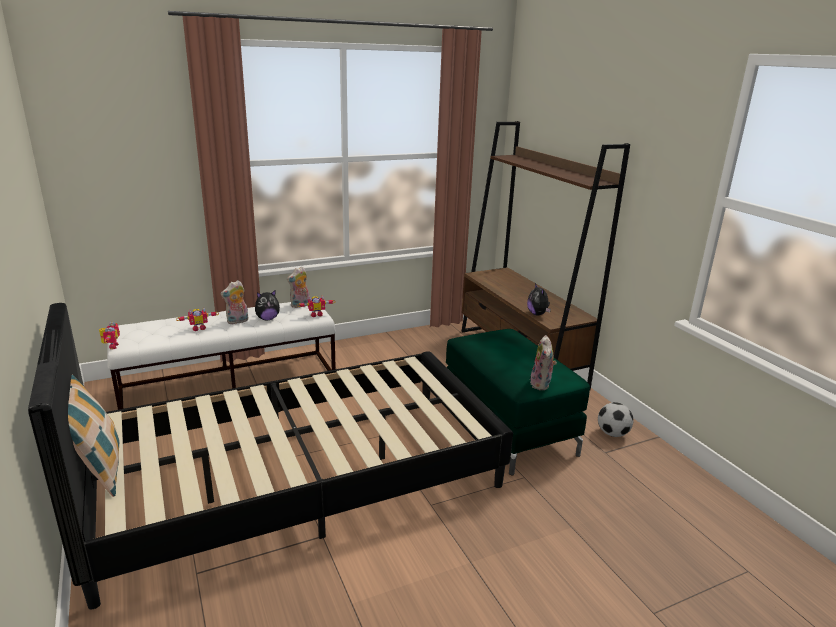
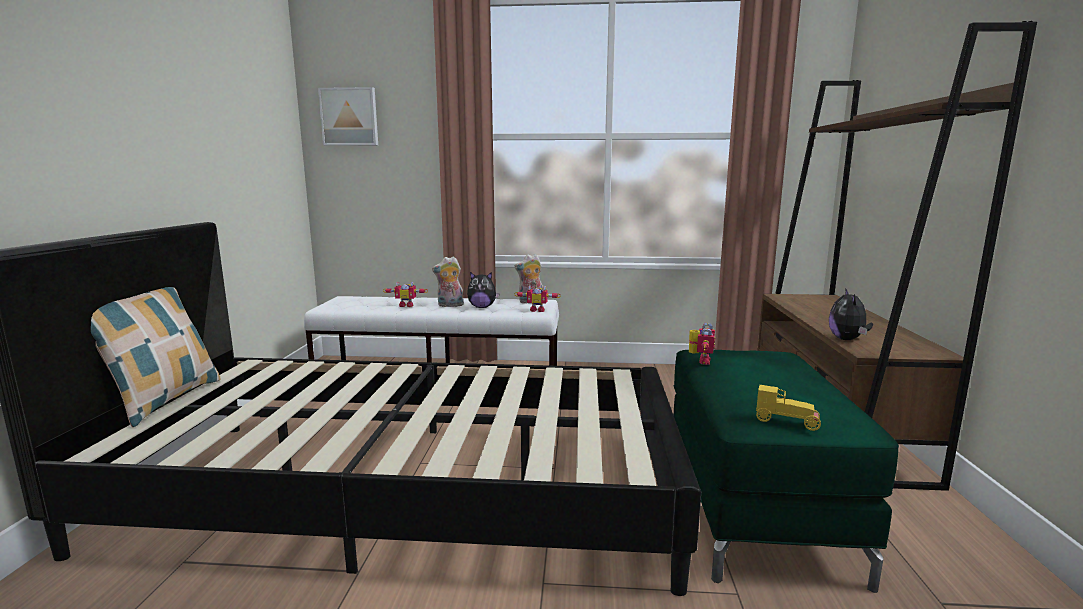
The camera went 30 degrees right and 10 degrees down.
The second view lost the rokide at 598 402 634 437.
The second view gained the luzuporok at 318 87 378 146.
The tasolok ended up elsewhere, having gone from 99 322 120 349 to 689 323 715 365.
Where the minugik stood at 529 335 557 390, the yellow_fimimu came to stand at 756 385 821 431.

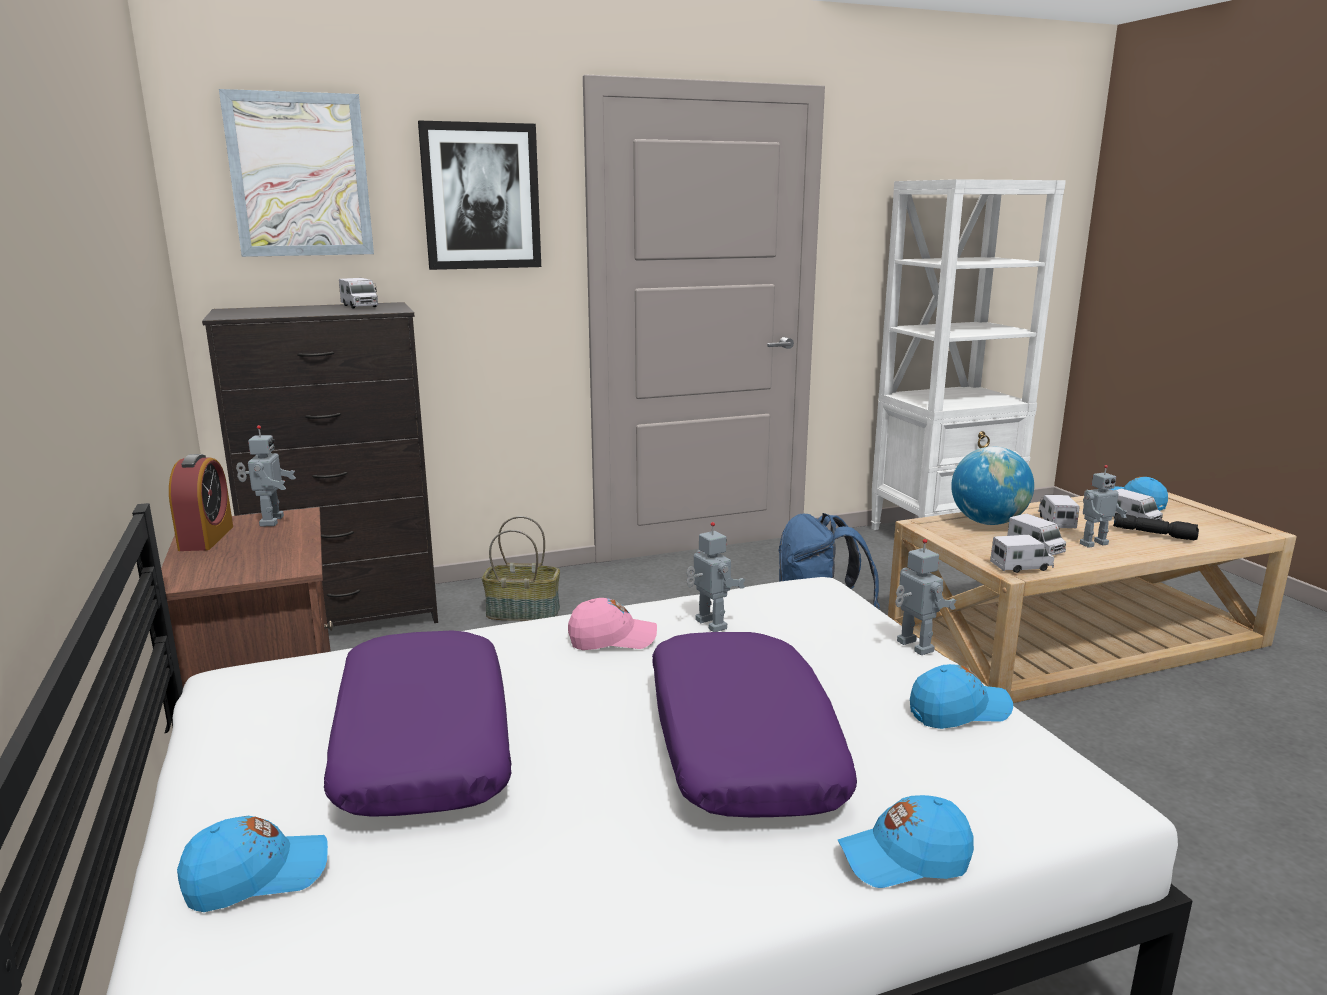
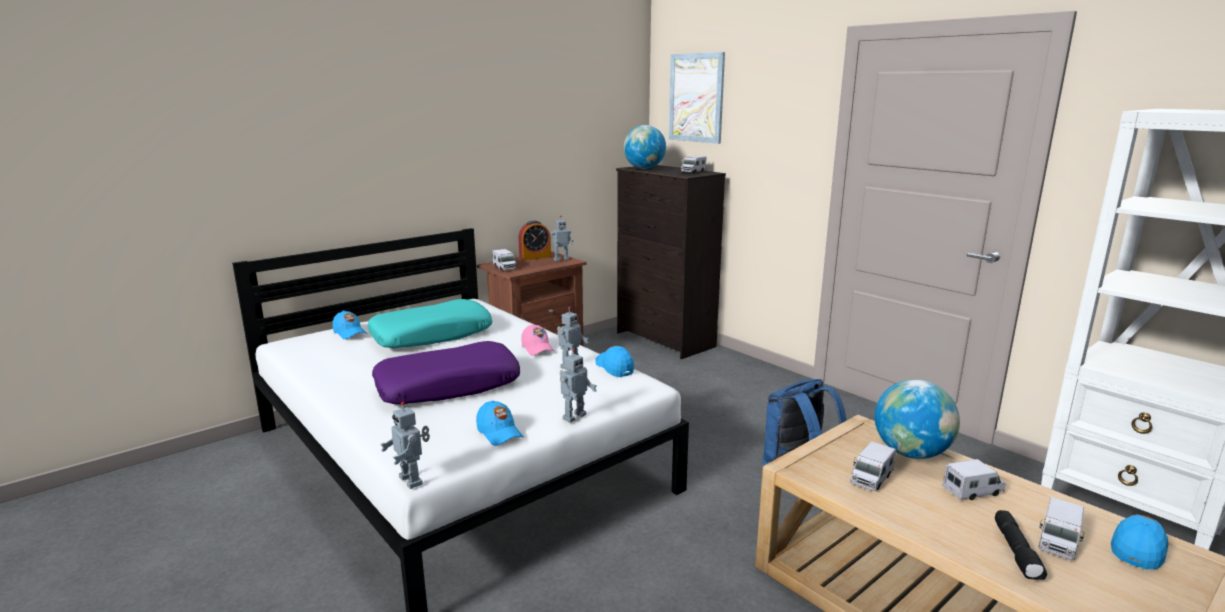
The camera went 70 degrees right and 0 degrees up.
The second view lost the luzuporok at 418 120 541 270.
The second view lost the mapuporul at 482 516 560 621.
The second view gained the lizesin at 624 125 666 169.
The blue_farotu ended up elsewhere, having gone from 838 795 974 888 to 595 346 634 377.
The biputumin ended up elsewhere, having gone from 990 535 1054 573 to 492 249 517 271.
The tasolok ended up elsewhere, having gone from 1080 465 1127 548 to 380 402 430 489.
What was the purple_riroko at 324 631 512 817 turned into the turquoise_riroko at 368 299 492 348.

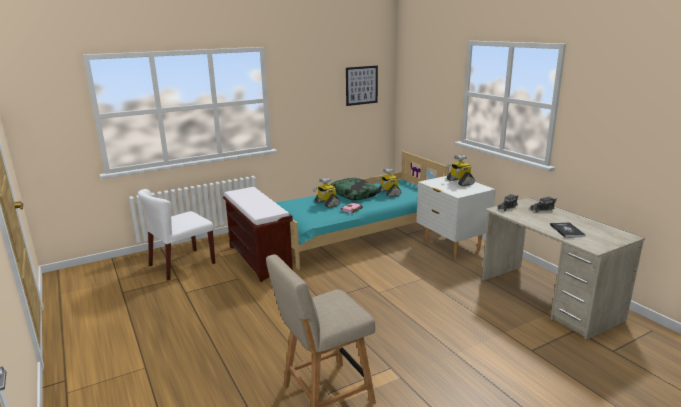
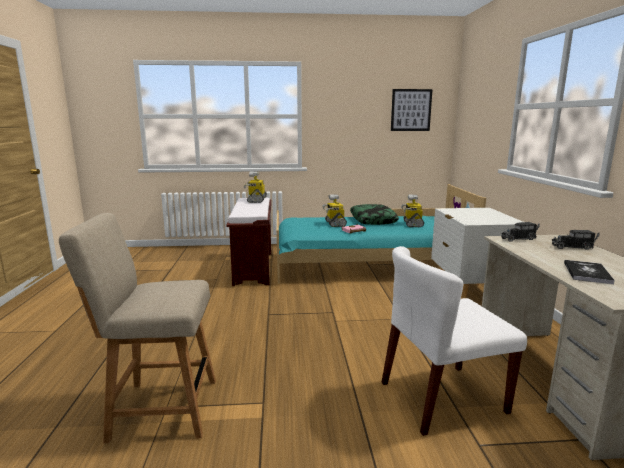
The camera went 25 degrees right and 5 degrees down.
The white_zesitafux ended up elsewhere, having gone from 138 189 215 280 to 381 246 527 436.
The tasolok ended up elsewhere, having gone from 446 154 475 186 to 244 171 267 203.

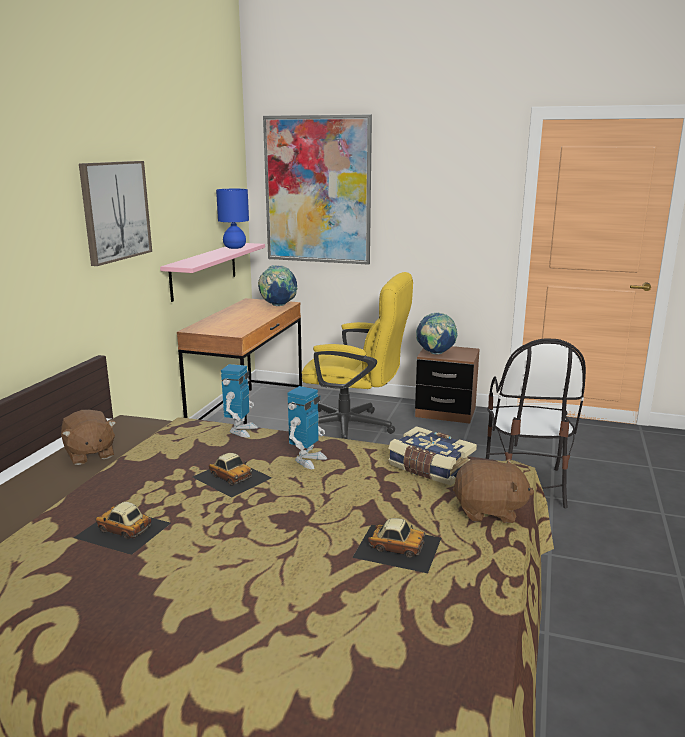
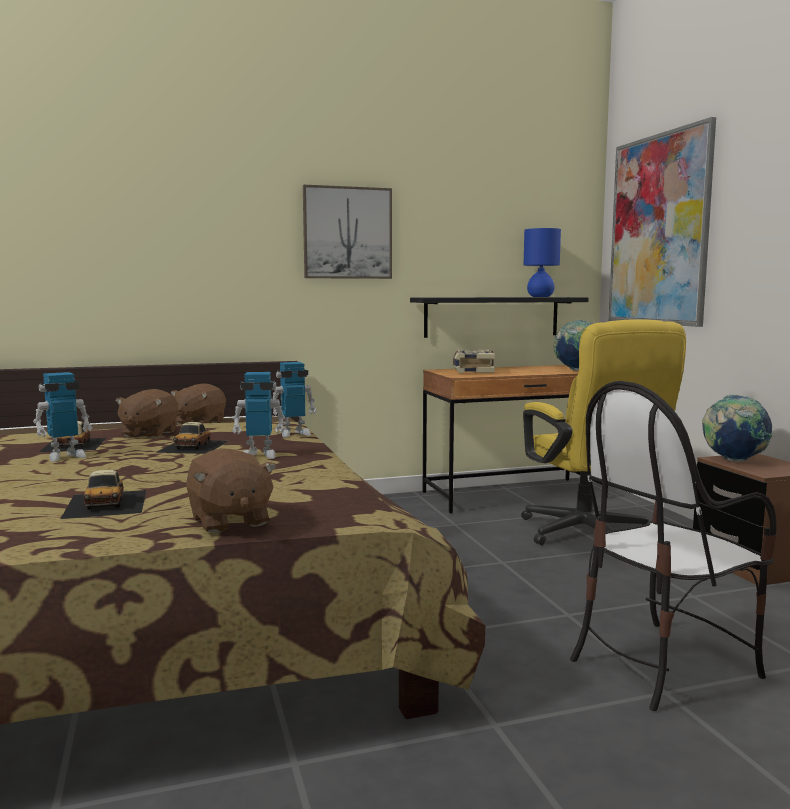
The camera went 55 degrees right and 10 degrees down.
The second view gained the tasolok at 33 372 92 462.
The second view gained the brown_minugik at 115 389 178 438.
The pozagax ended up elsewhere, having gone from 388 426 477 485 to 453 349 495 373.
What was the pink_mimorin at 160 243 265 302 turned into the black_mimorin at 410 297 589 338.

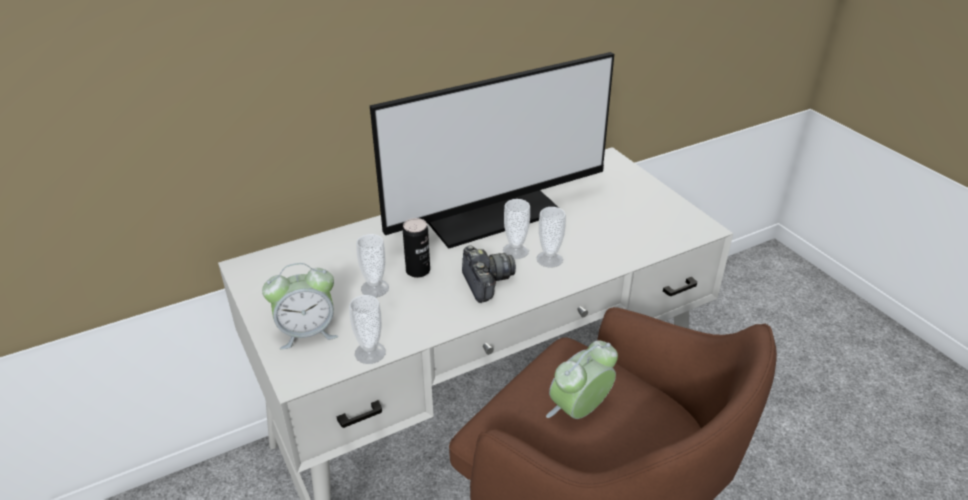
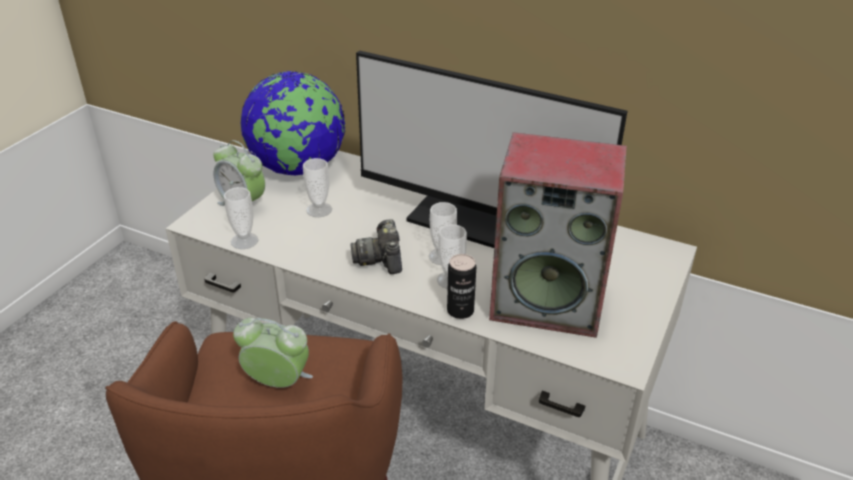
The camera went 55 degrees right and 0 degrees up.
The second view gained the lizesin at 241 71 345 175.
The second view gained the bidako at 489 132 627 338.
The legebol ended up elsewhere, having gone from 403 218 430 278 to 447 254 476 319.
The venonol at 462 245 516 303 ended up facing another way, 135 degrees clockwise from before.

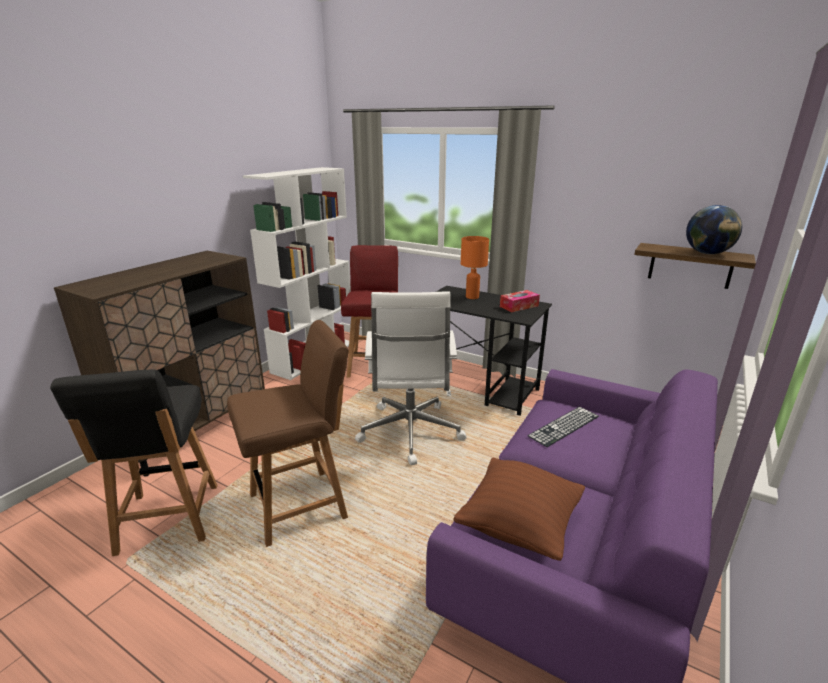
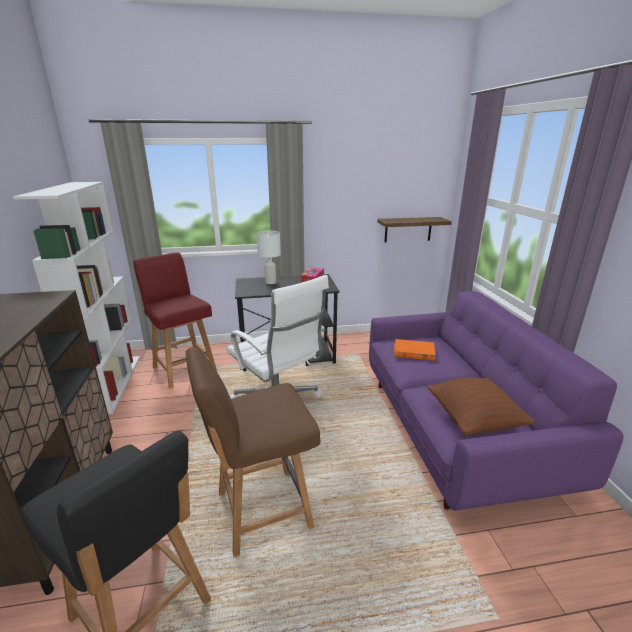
The camera went 40 degrees left and 0 degrees up.
The second view lost the lizesin at 686 205 742 254.
Where the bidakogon stood at 528 407 599 447, the orange_pozagax came to stand at 394 339 436 361.
What was the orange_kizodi at 461 236 489 299 turned into the white_kizodi at 256 231 281 284.
The brown_zesitafux at 227 320 349 547 ended up facing another way, 135 degrees counterclockwise from before.

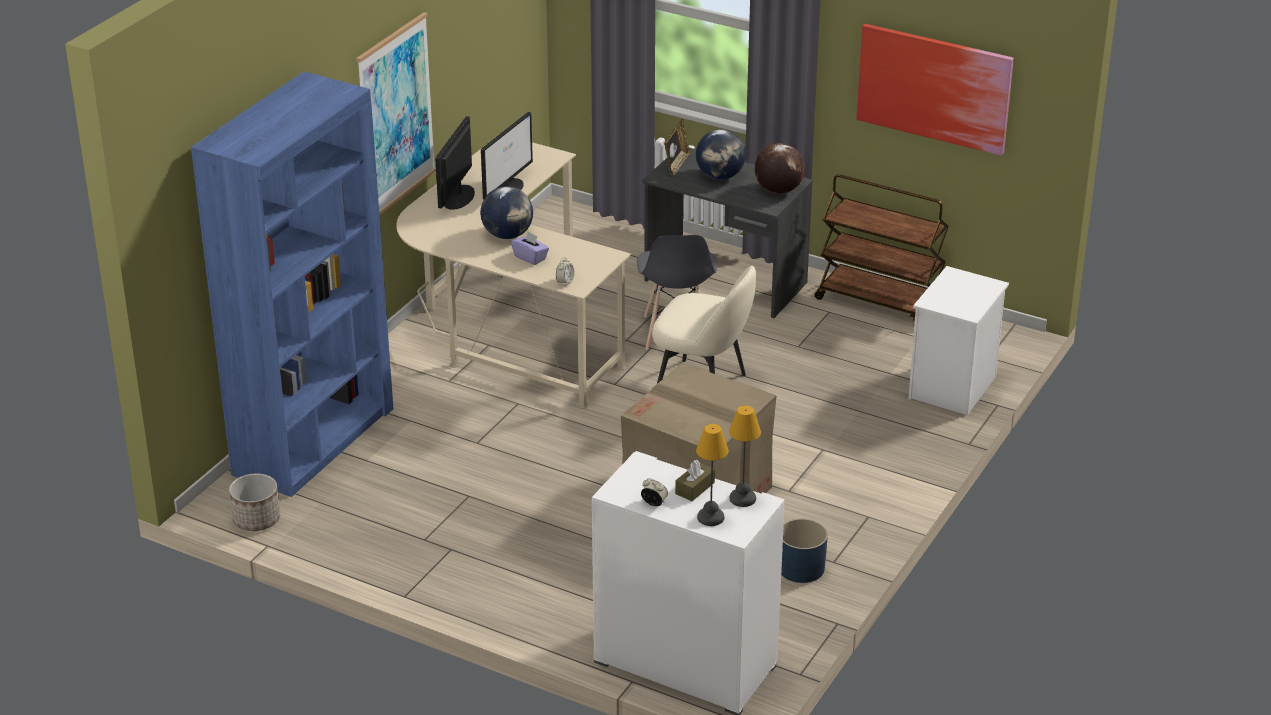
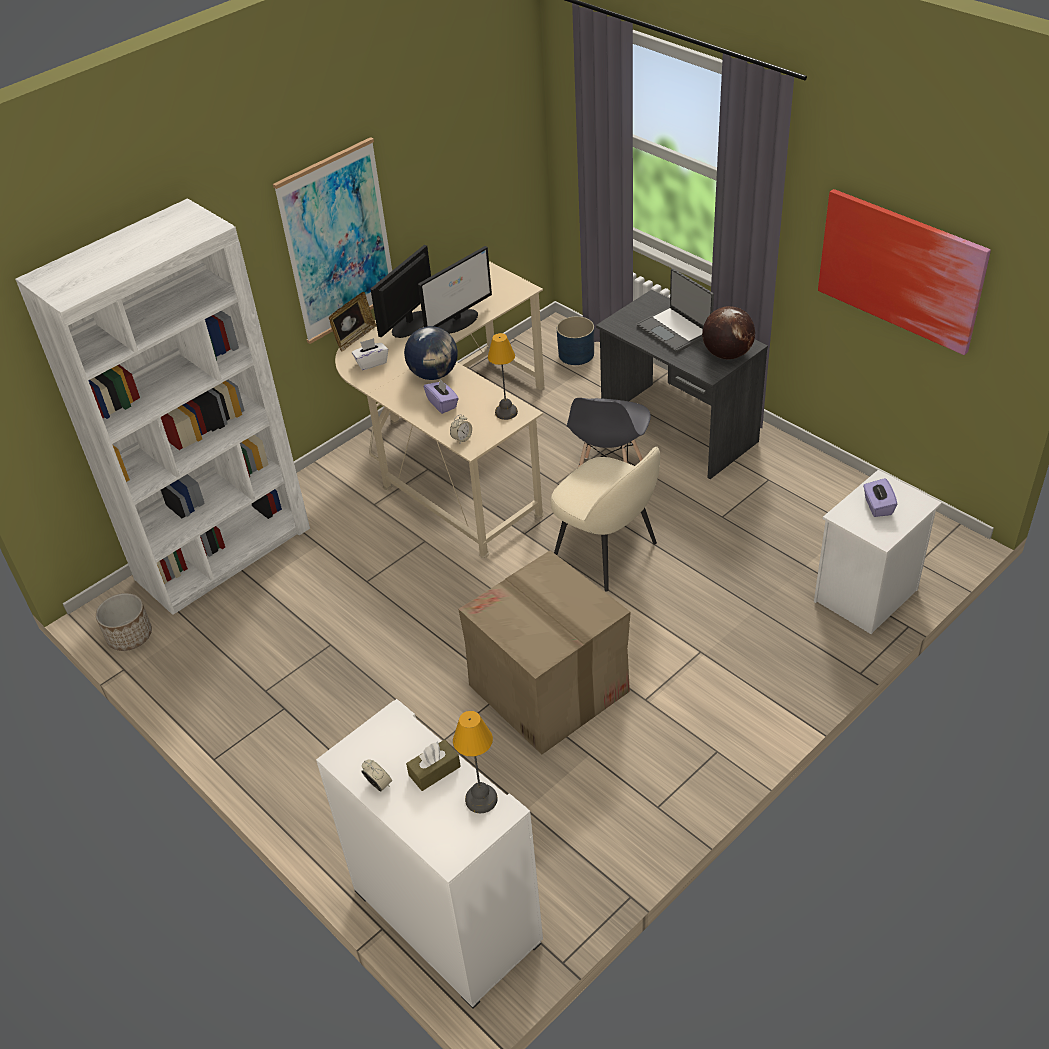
The camera went 20 degrees right and 10 degrees up.
The second view lost the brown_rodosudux at 815 174 949 321.
The second view gained the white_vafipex at 352 338 388 370.
The second view gained the purple_vafipex at 863 478 897 517.
The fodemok ended up elsewhere, having gone from 664 119 691 176 to 329 292 377 352.
The kizodi ended up elsewhere, having gone from 696 424 729 526 to 488 333 518 420.
The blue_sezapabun ended up elsewhere, having gone from 781 519 828 583 to 557 316 594 365.
Where the lizesin stood at 696 129 746 180, the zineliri came to stand at 637 268 714 353.
What was the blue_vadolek at 191 71 393 497 turned into the white_vadolek at 15 198 310 615.

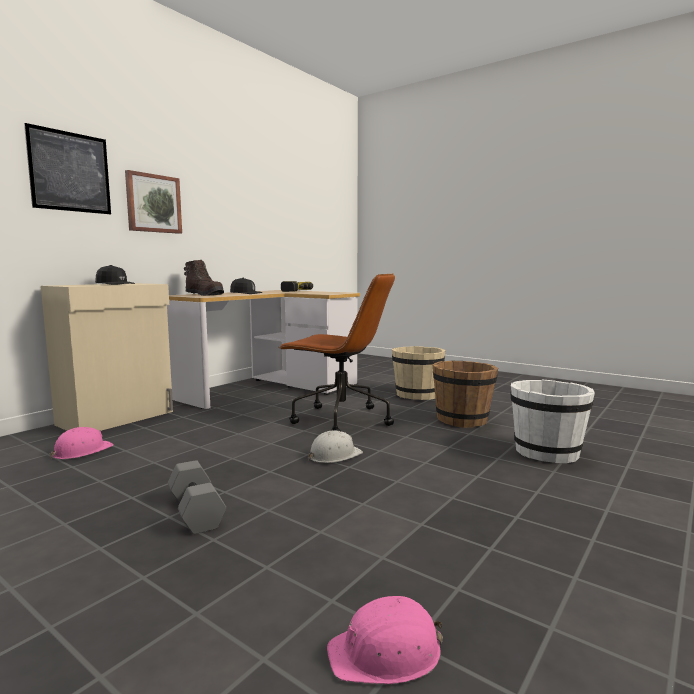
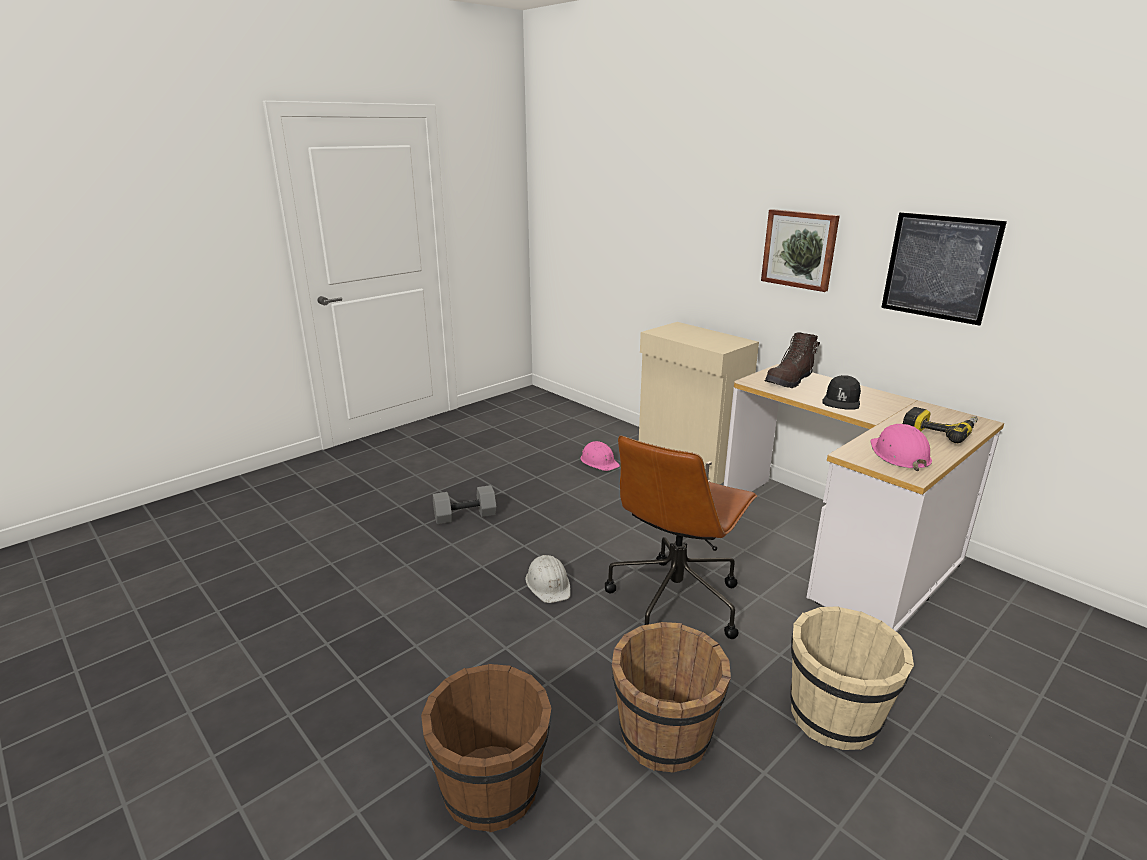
The camera went 100 degrees right and 15 degrees up.
The second view lost the black_farotu at 95 265 135 285.
The luzuporok ended up elsewhere, having gone from 24 123 111 214 to 881 212 1007 326.
The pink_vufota ended up elsewhere, having gone from 327 595 443 685 to 870 424 932 471.
What was the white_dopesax at 510 379 595 463 turned into the brown_dopesax at 421 664 551 832.

